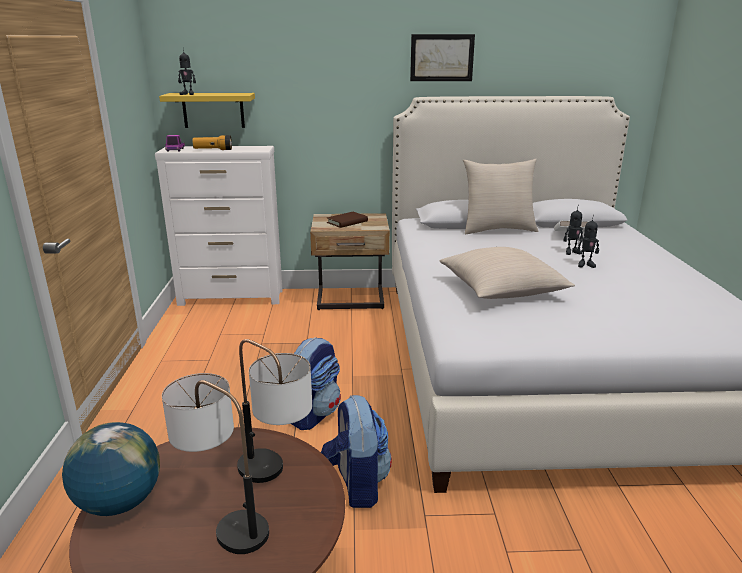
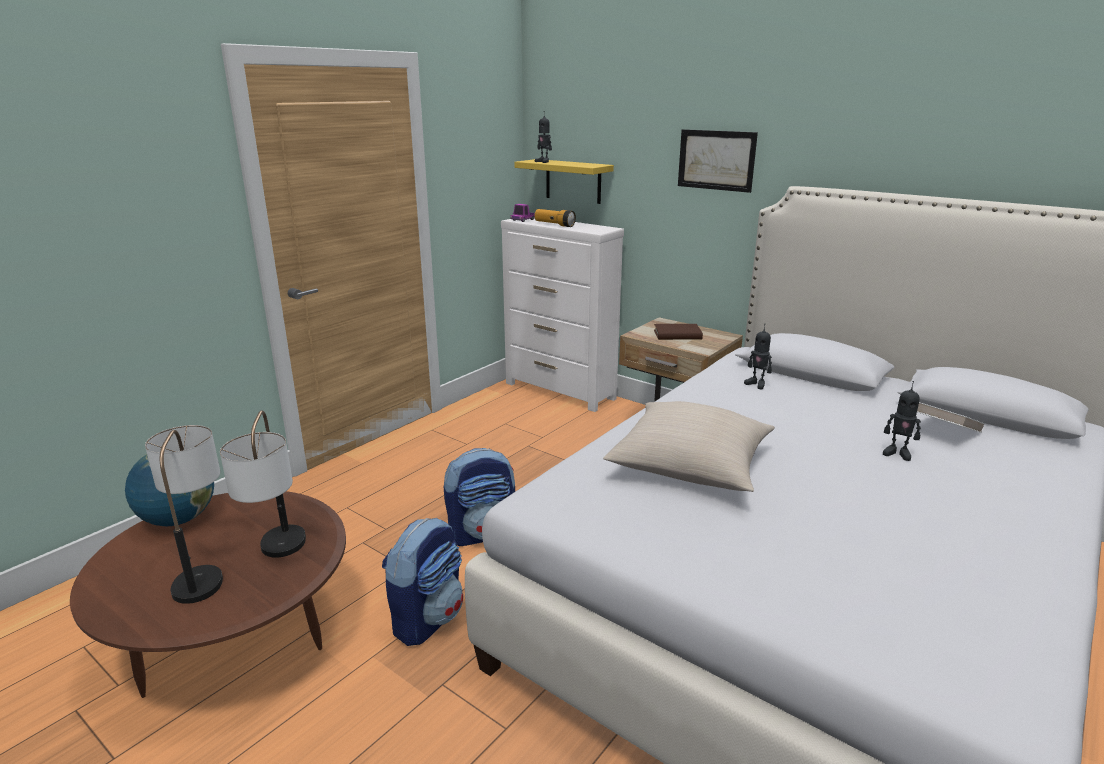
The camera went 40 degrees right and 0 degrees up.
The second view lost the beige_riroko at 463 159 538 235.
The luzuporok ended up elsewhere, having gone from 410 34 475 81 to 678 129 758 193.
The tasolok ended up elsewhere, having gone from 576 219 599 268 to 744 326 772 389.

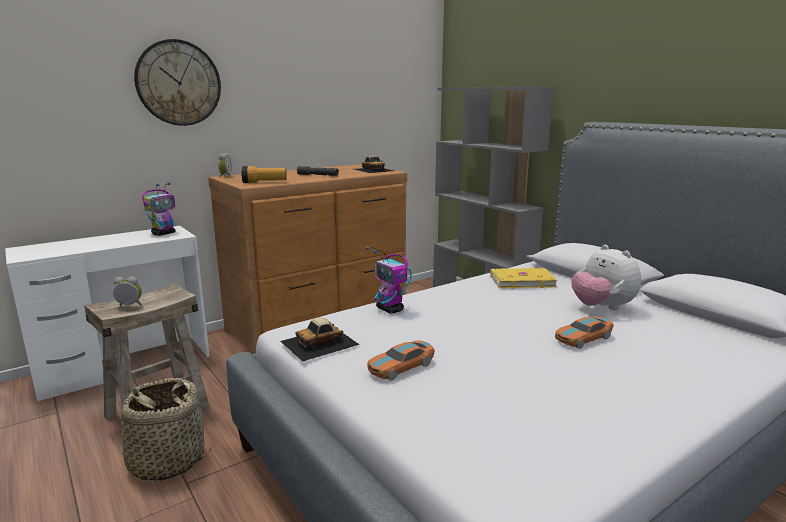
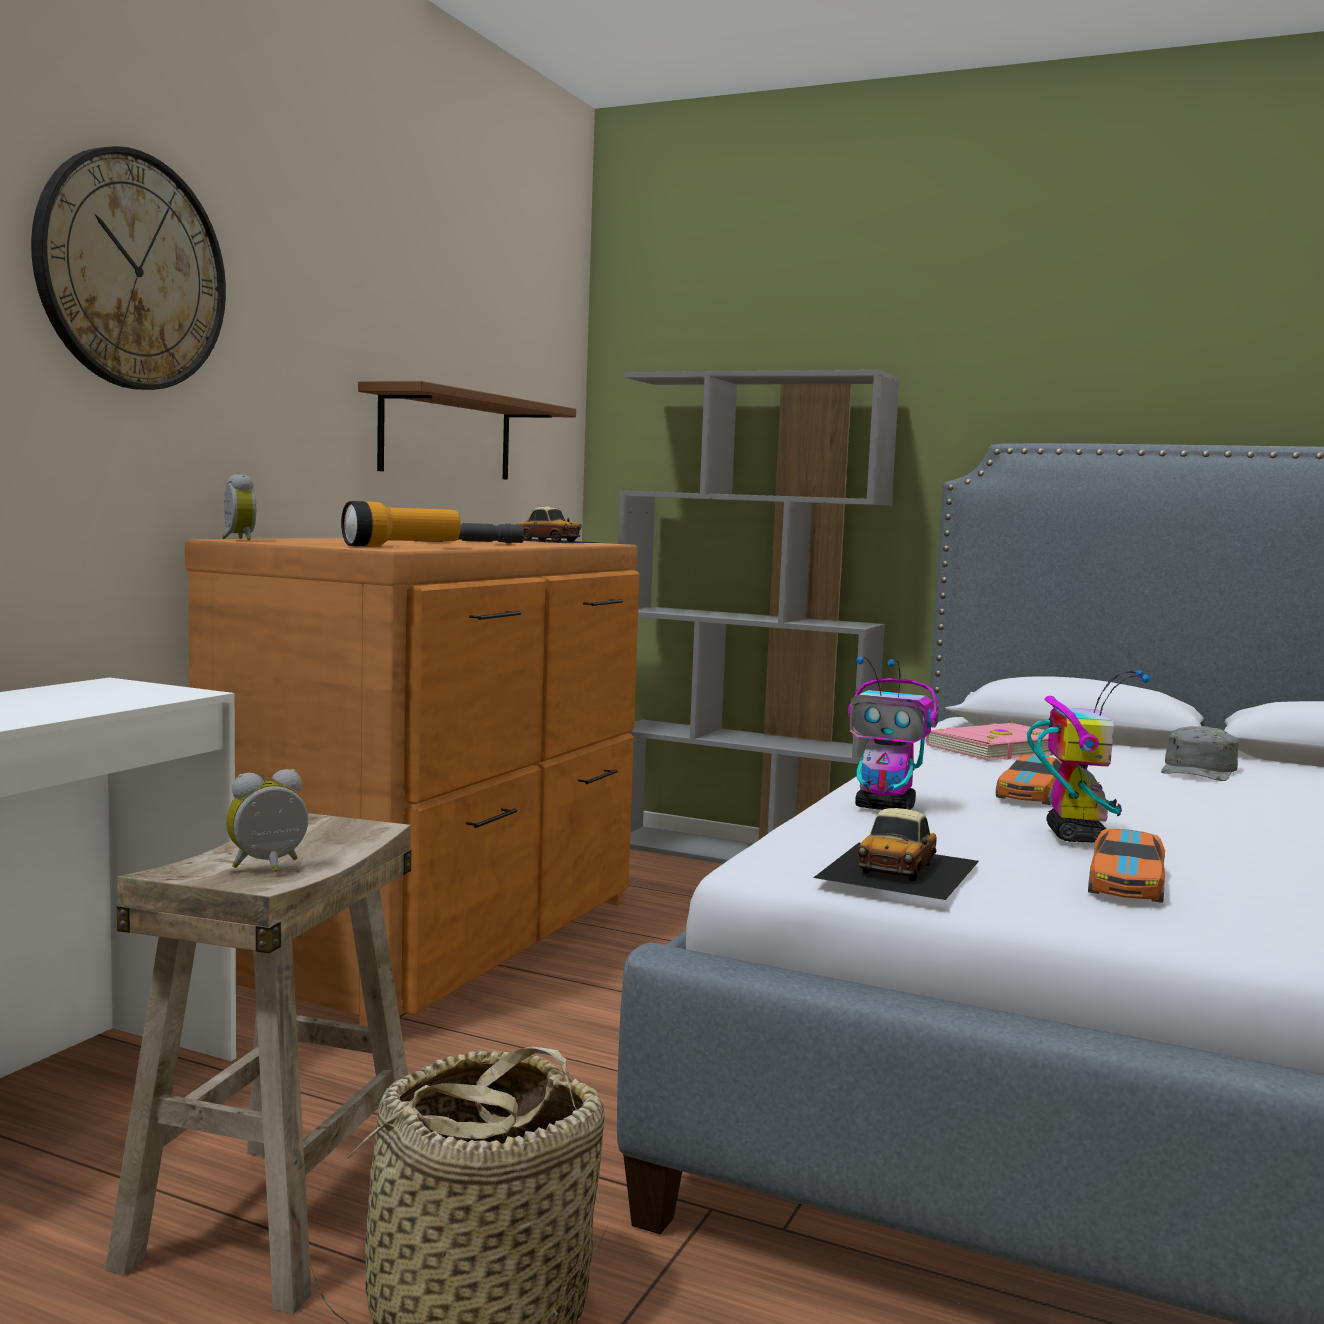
The camera went 30 degrees left and 10 degrees down.
The second view gained the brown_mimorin at 358 381 576 480.
The tasolok ended up elsewhere, having gone from 142 182 175 236 to 1027 670 1150 843.
The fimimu ended up elsewhere, having gone from 555 316 614 349 to 996 754 1062 805.
Where the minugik stood at 571 245 641 310, the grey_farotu came to stand at 1161 726 1239 781.
What was the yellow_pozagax at 490 268 557 288 turned into the pink_pozagax at 925 723 1054 761.

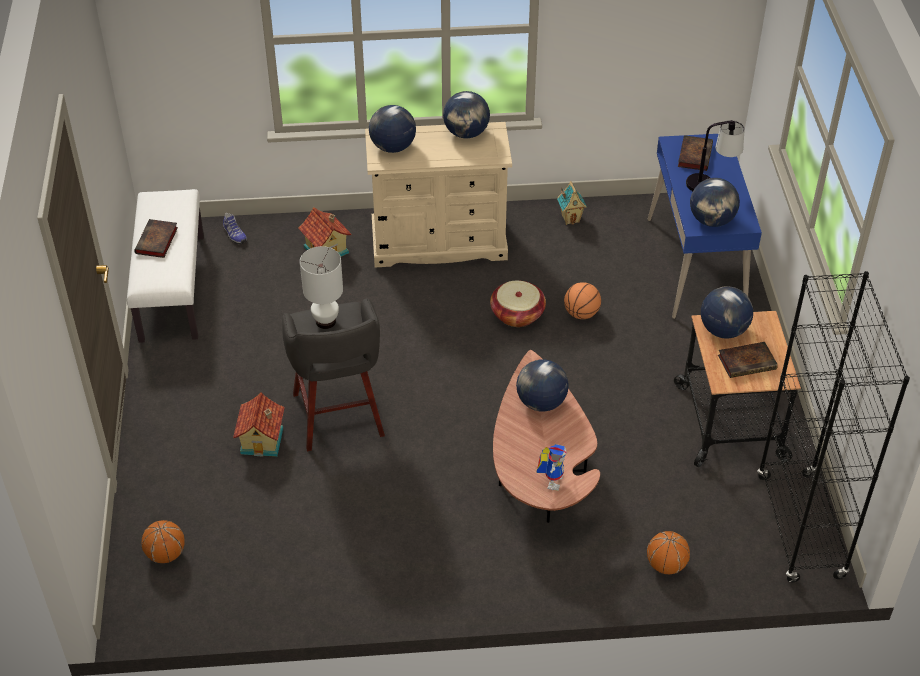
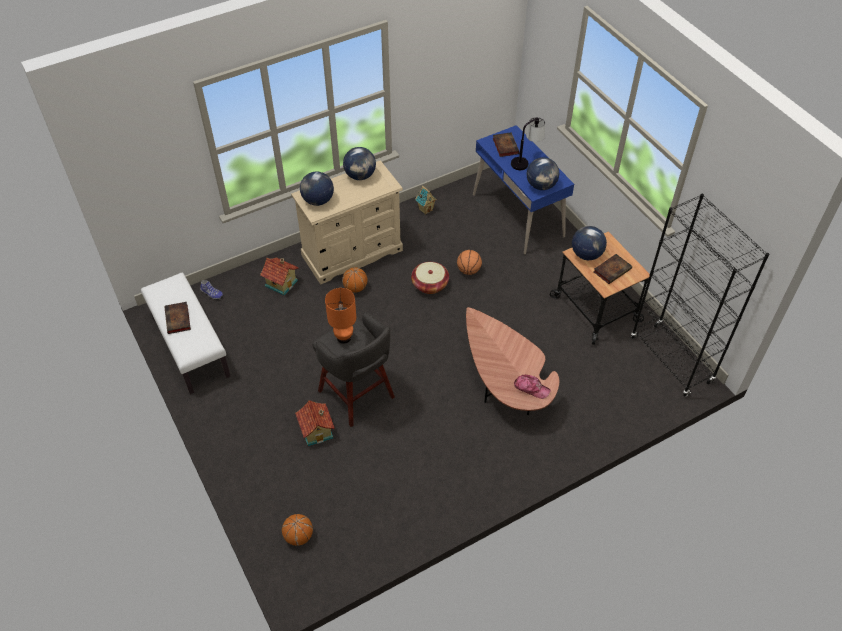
The camera went 25 degrees left and 5 degrees up.
The second view lost the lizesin at 516 359 569 412.
The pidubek ended up elsewhere, having gone from 647 531 690 574 to 342 267 368 293.
Where the tasolok stood at 537 444 567 491, the farotu came to stand at 514 375 551 399.
What was the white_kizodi at 300 246 343 329 turned into the orange_kizodi at 325 288 356 344.

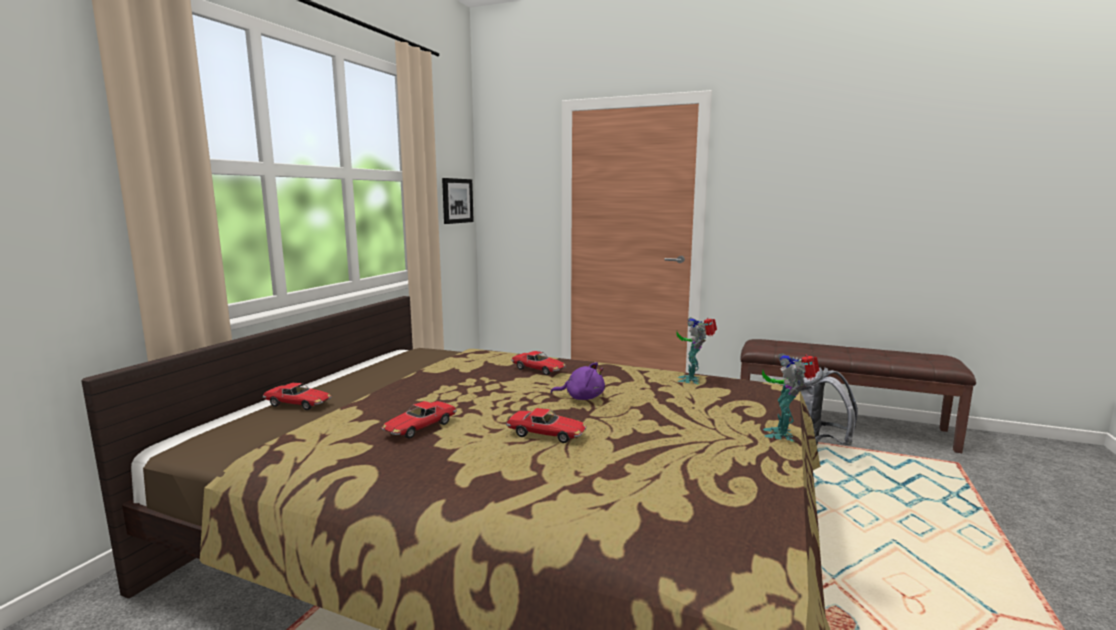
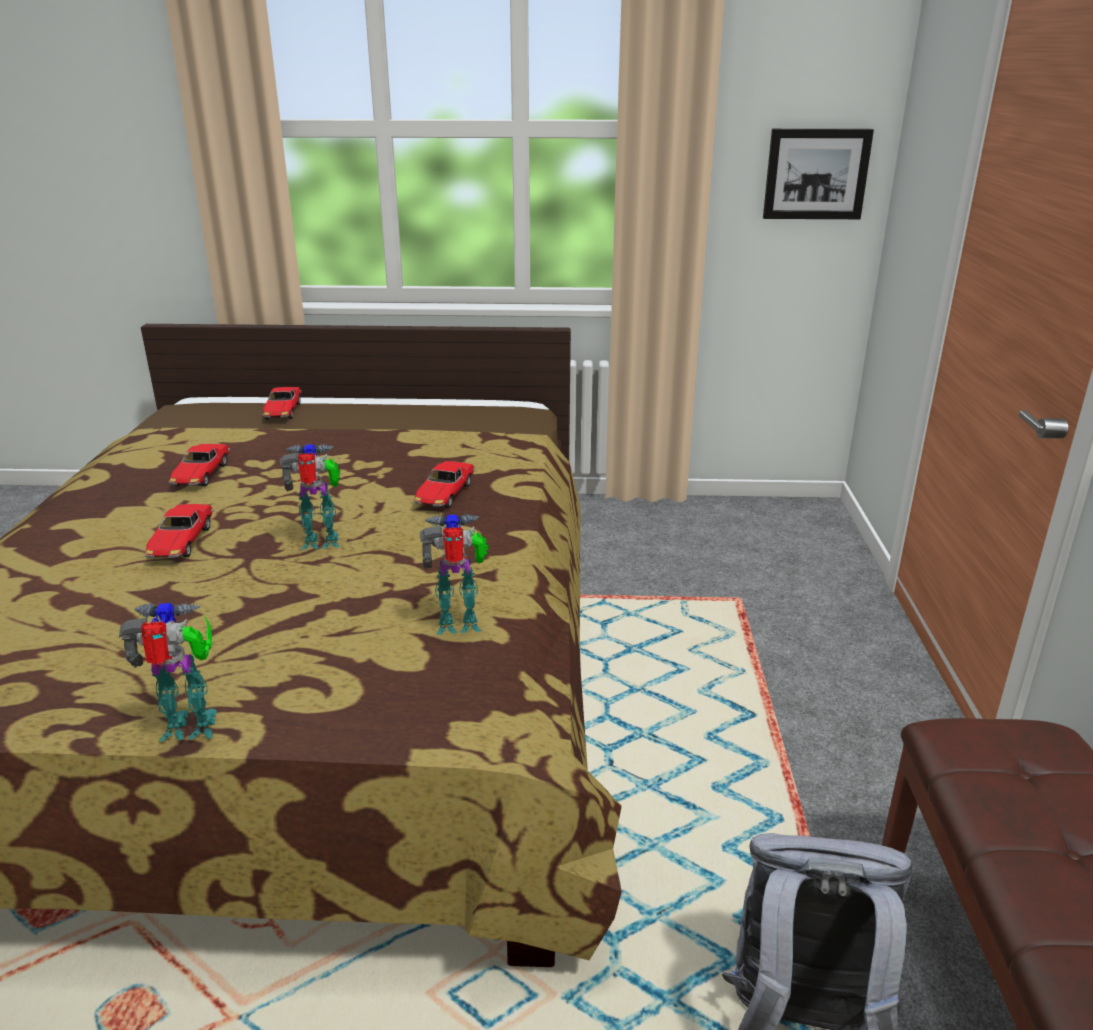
The camera went 70 degrees right and 15 degrees up.
Where the purple_minugik stood at 550 362 605 400, the tasolok came to stand at 280 443 340 550.
The fimimu at 381 401 457 439 ended up facing another way, 105 degrees counterclockwise from before.

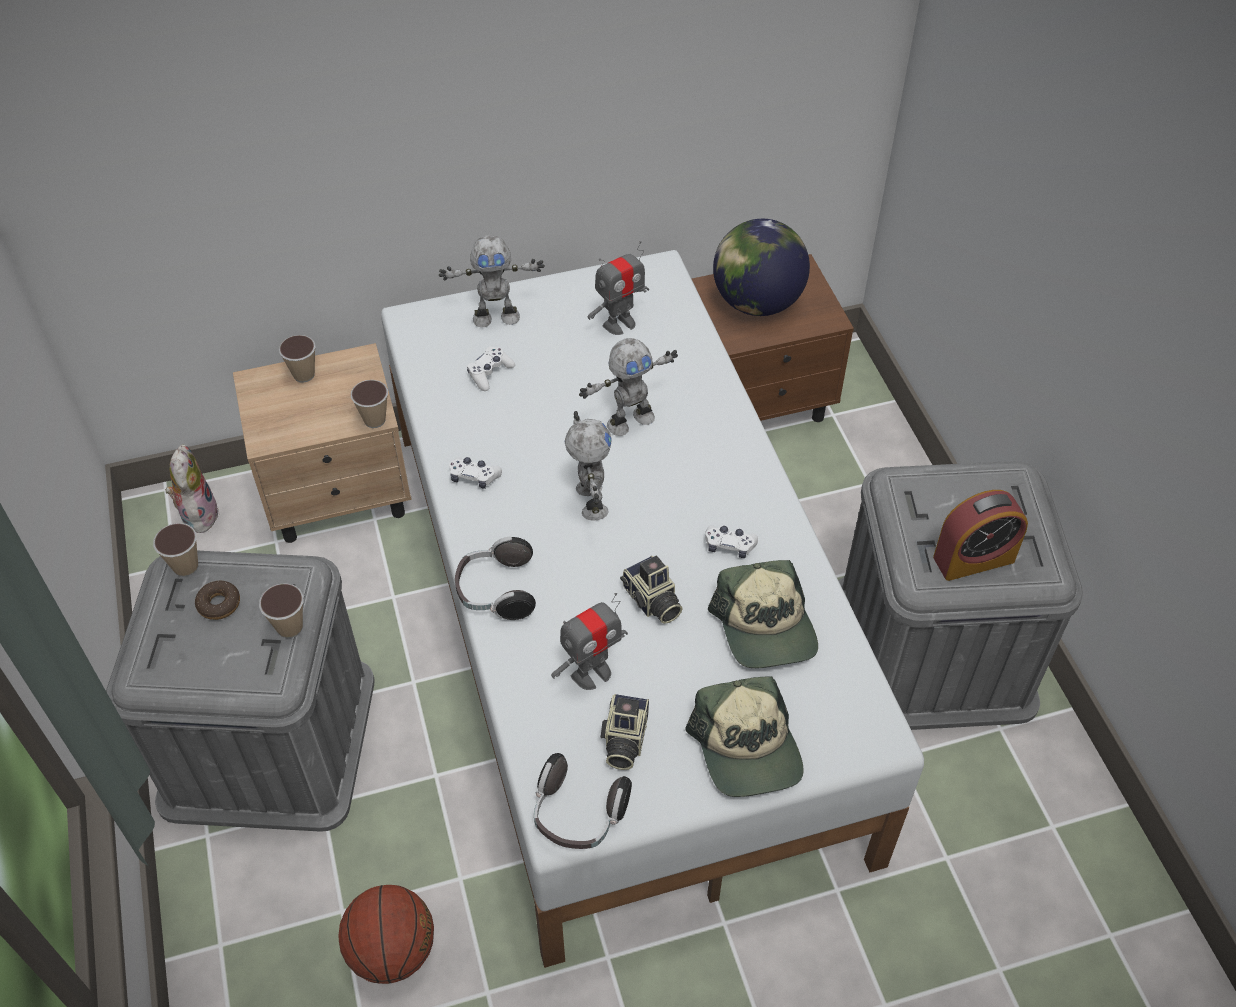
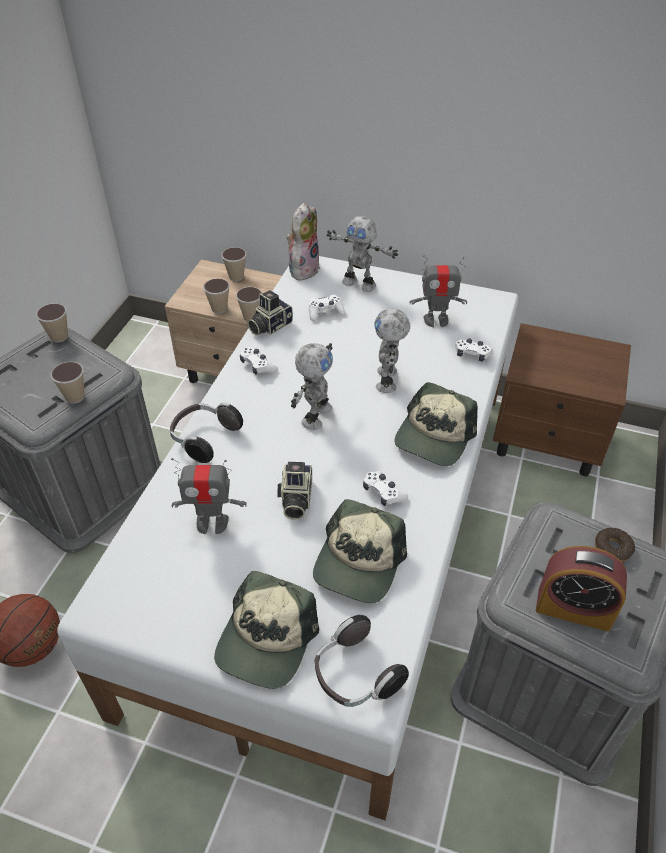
The camera went 35 degrees right and 5 degrees down.
The second view lost the lizesin at 713 219 810 316.
The second view gained the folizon at 203 278 230 314.
The second view gained the farotu at 394 382 477 466.
The second view gained the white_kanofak at 455 338 493 361.
The minugik ended up elsewhere, having gone from 166 444 219 533 to 286 203 320 281.
The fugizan ended up elsewhere, having gone from 195 581 240 620 to 595 528 635 562.
The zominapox ended up elsewhere, having gone from 534 753 632 849 to 315 615 409 707.
The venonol ended up elsewhere, having gone from 601 694 649 770 to 248 290 293 335.
The tasolok at 579 338 678 436 ended up facing another way, 90 degrees clockwise from before.

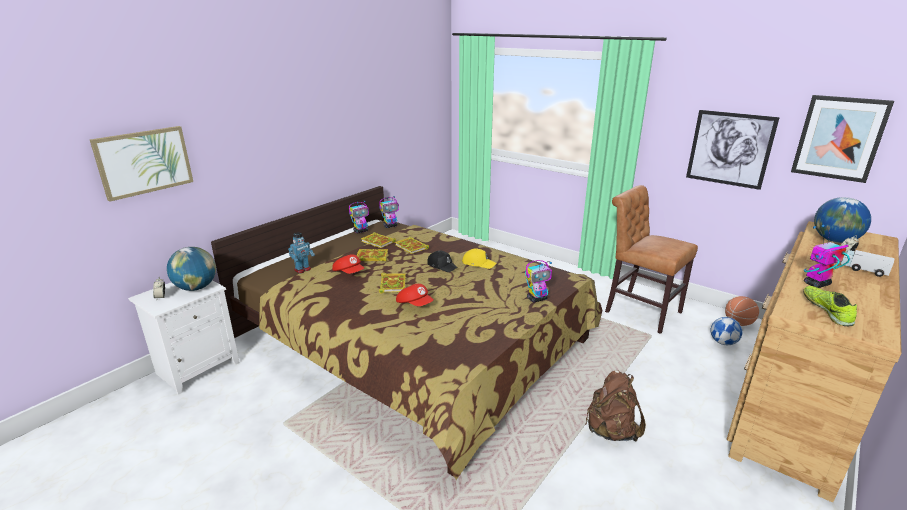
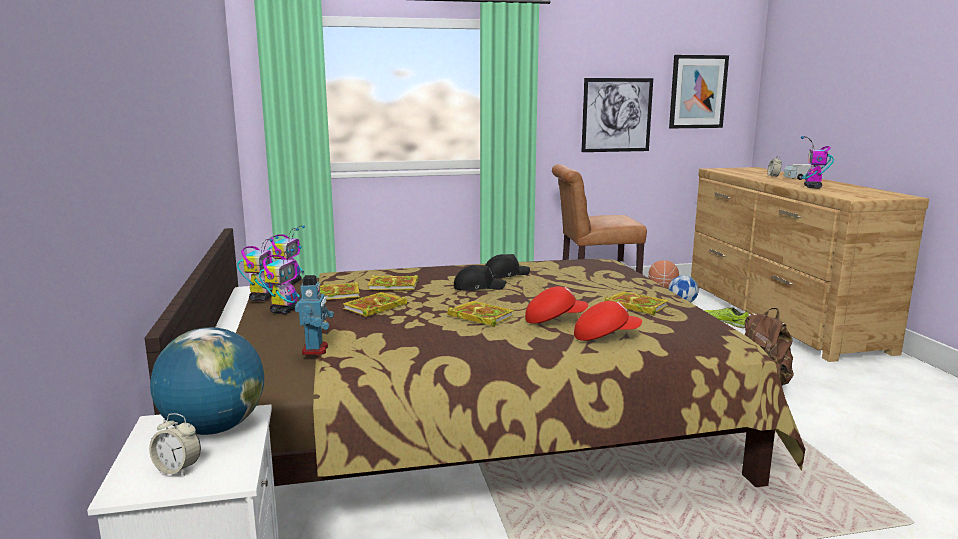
The camera went 50 degrees left and 10 degrees down.
The second view lost the luzuporok at 90 126 193 202.
The second view lost the lizesin at 814 197 871 243.
The second view gained the pozagax at 604 291 668 316.
The red_farotu ended up elsewhere, having gone from 332 254 364 274 to 574 301 642 341.
The tasolok ended up elsewhere, having gone from 525 260 552 303 to 259 246 302 314.
The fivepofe ended up elsewhere, having gone from 803 286 857 326 to 704 307 749 328.
What was the yellow_farotu at 462 248 496 269 turned into the black_farotu at 485 254 530 279.

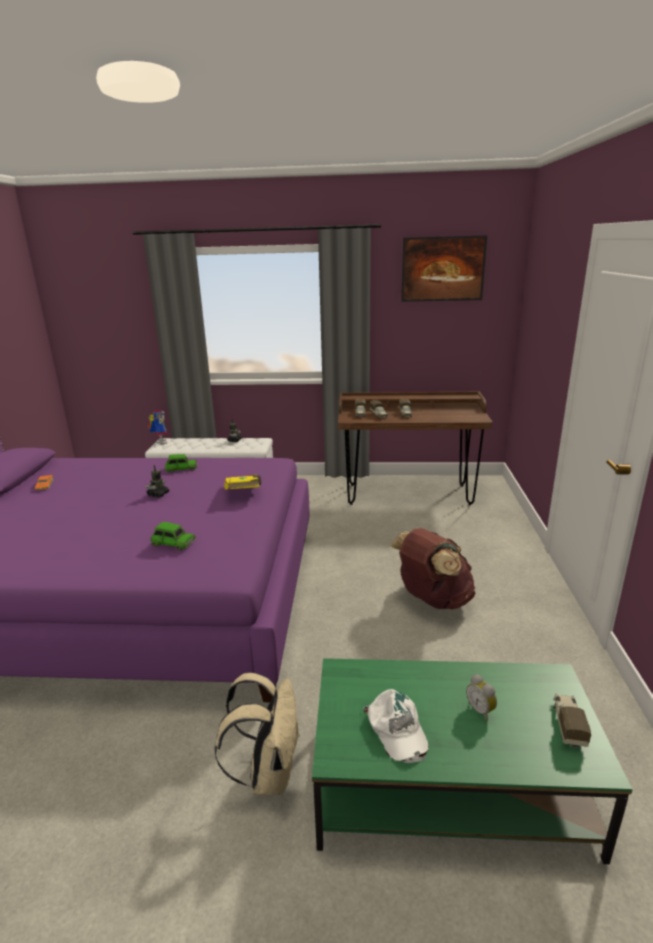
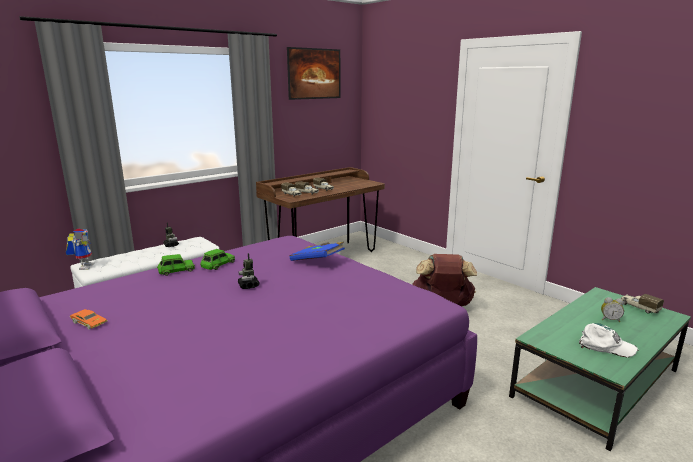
The camera went 45 degrees left and 5 degrees down.
The second view lost the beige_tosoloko at 214 673 300 795.
The green_fimimu ended up elsewhere, having gone from 151 522 196 551 to 157 254 195 276.
What was the yellow_pozagax at 224 474 261 489 turned into the blue_pozagax at 289 242 345 261.
The tasolok at 149 410 167 444 ended up facing another way, 60 degrees clockwise from before.

